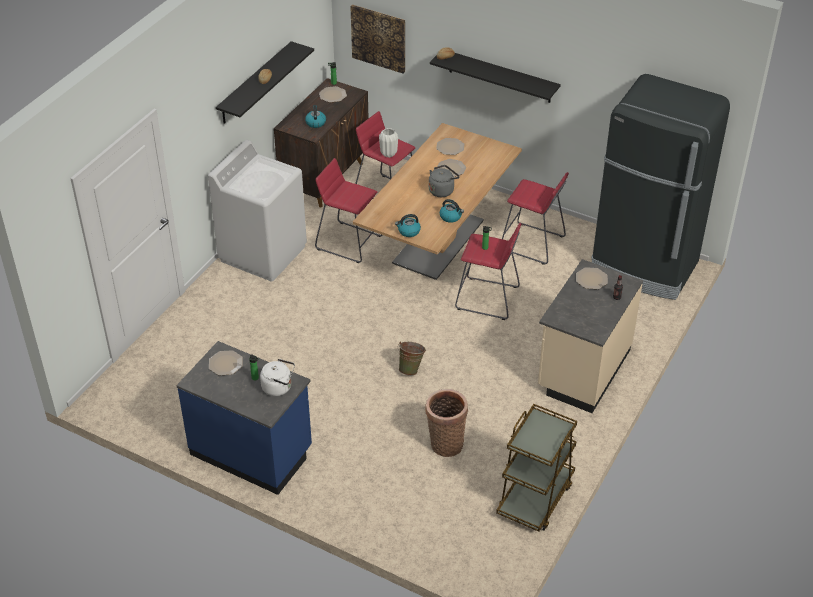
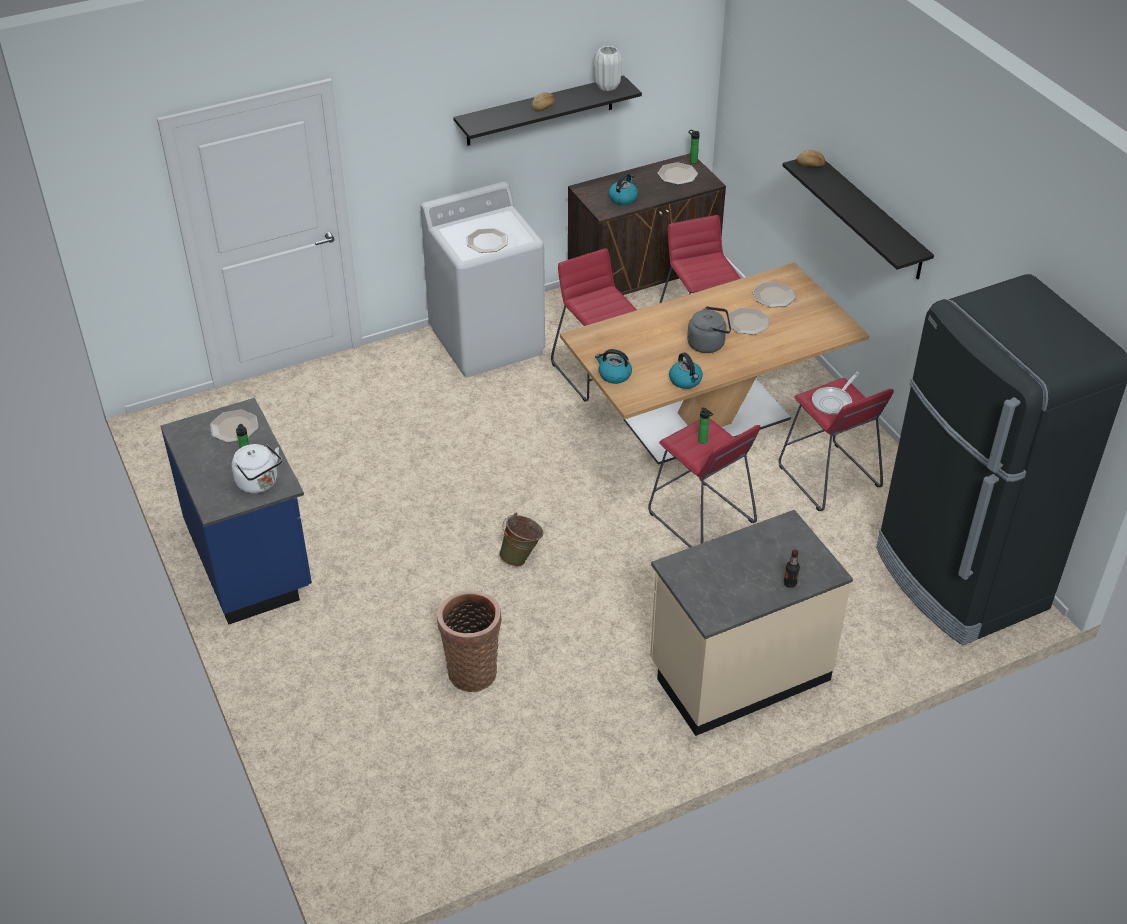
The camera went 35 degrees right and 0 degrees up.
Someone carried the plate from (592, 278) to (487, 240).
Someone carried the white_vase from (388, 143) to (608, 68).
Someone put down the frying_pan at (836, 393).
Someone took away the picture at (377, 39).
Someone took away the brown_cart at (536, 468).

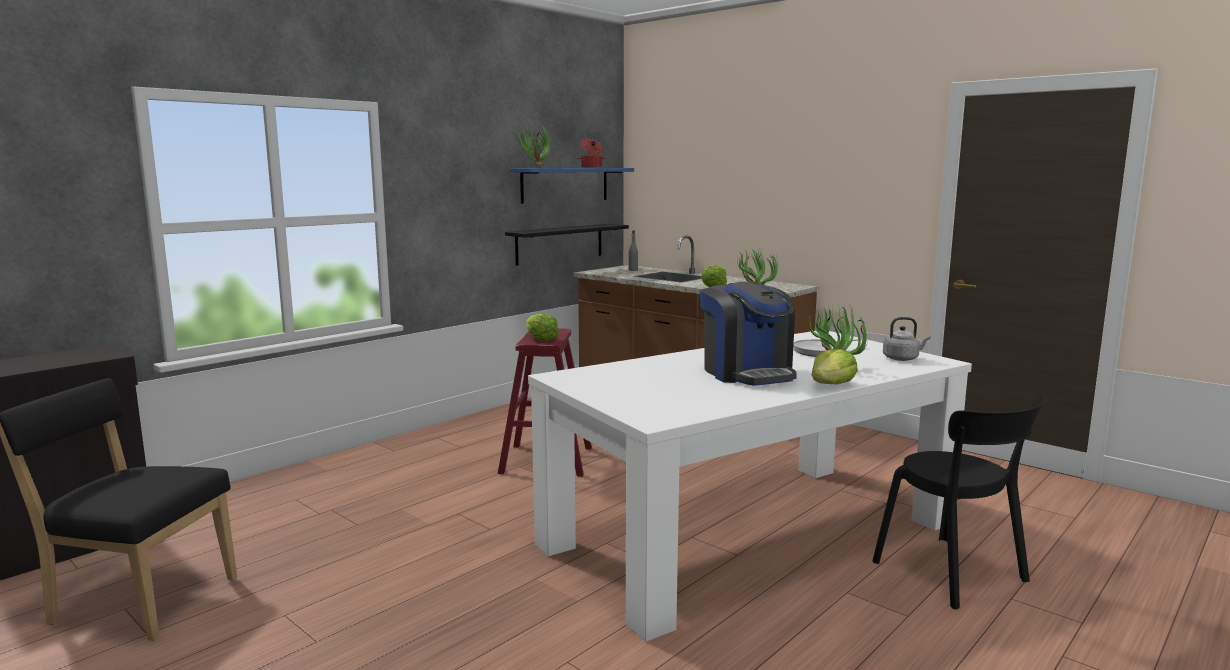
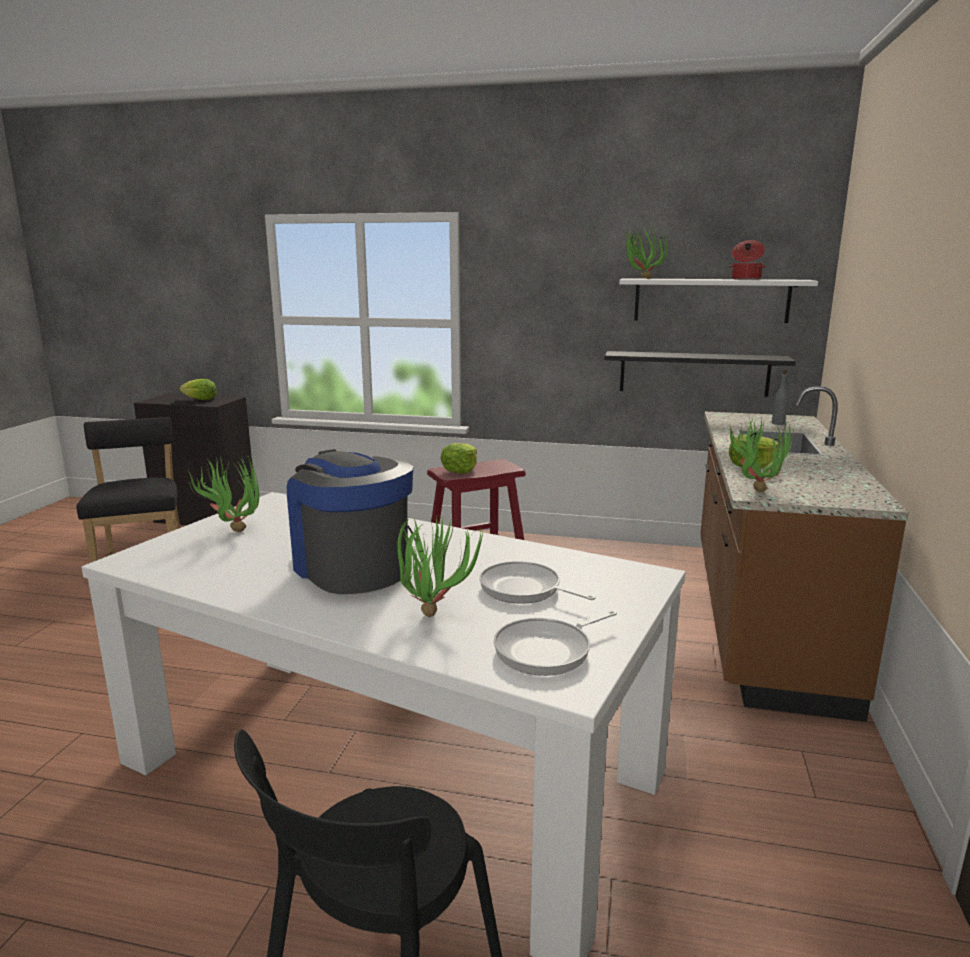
The camera went 60 degrees right and 5 degrees up.
Someone carried the lettuce from (835, 366) to (198, 389).
Someone put down the potted_plant at (223, 493).
Someone rotated the coffee_machine at (748, 334) by 105 degrees clockwise.
Someone swapped the grey_kettle at (907, 339) for the frying_pan at (555, 643).
Someone repainted the blue_shelf at (572, 186), which became the white_shelf at (718, 300).

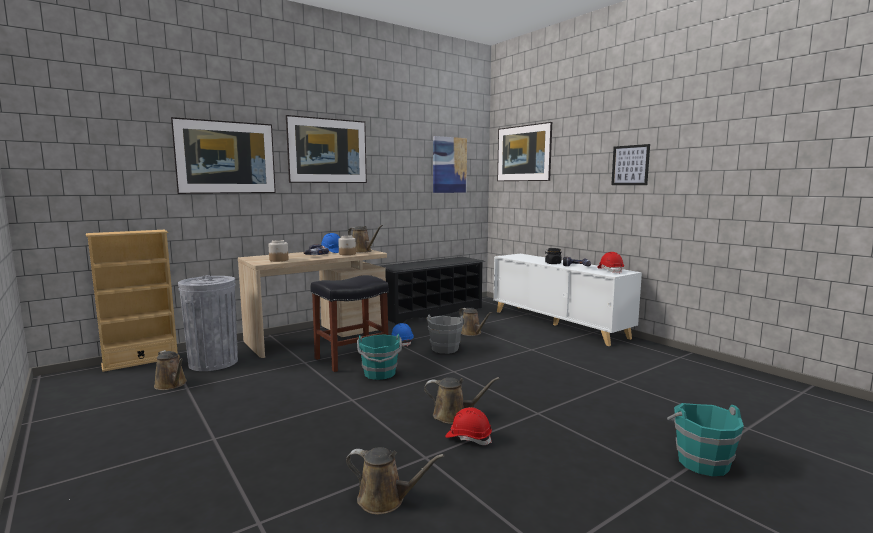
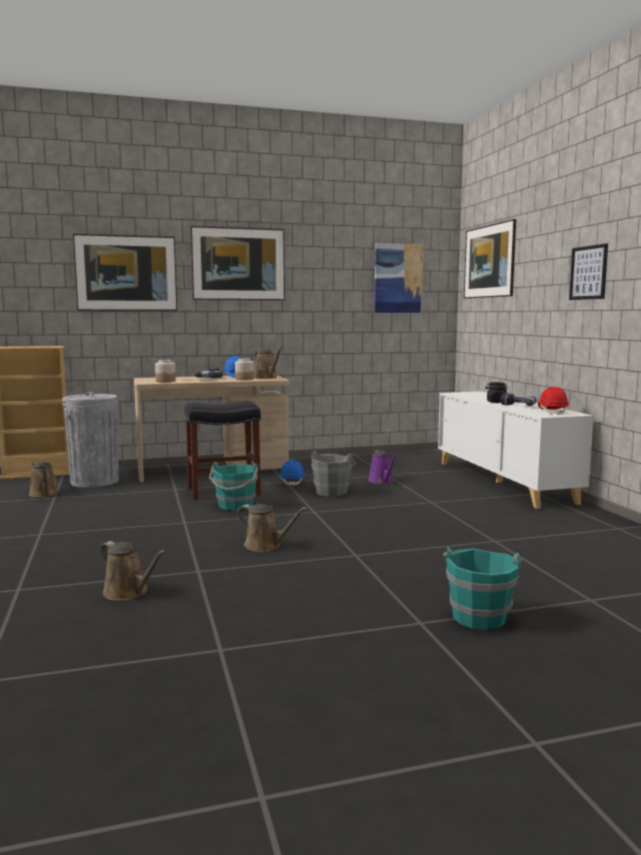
The camera went 20 degrees right and 0 degrees up.
Someone repainted the brown_watering_can at (475, 322), which became the purple_watering_can at (382, 467).
Someone took away the black_shoe_rack at (432, 291).
Someone took away the red_hard_hat at (468, 426).

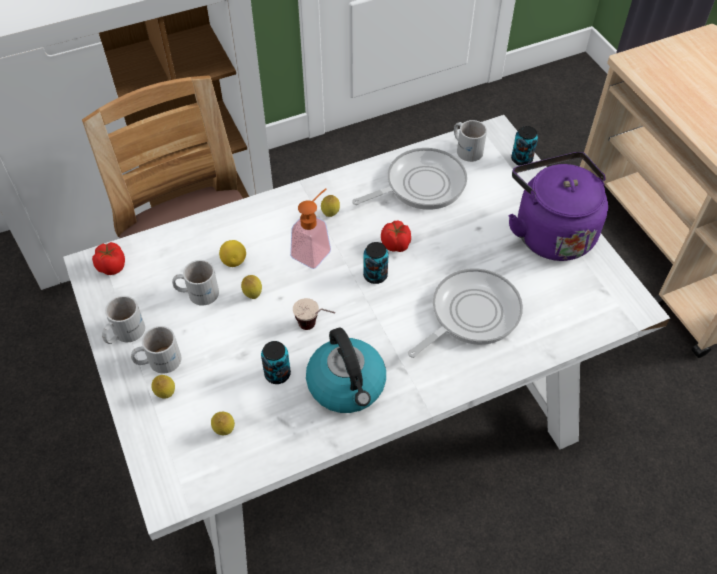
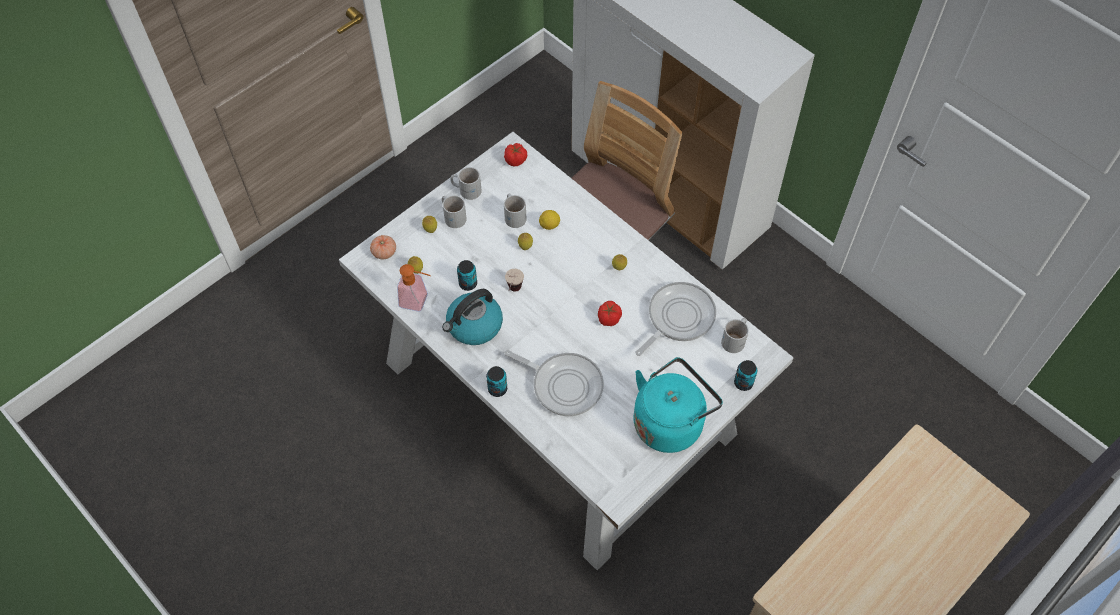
The camera went 70 degrees right and 5 degrees up.
Someone put down the tomato at (383, 247).
Someone carried the soap_dispenser from (310, 228) to (414, 288).
Someone carried the can from (376, 263) to (496, 381).
Someone repainted the purple_kettle at (558, 206), which became the turquoise_kettle at (678, 405).
Someone rotated the frying_pan at (409, 179) by 90 degrees counterclockwise.

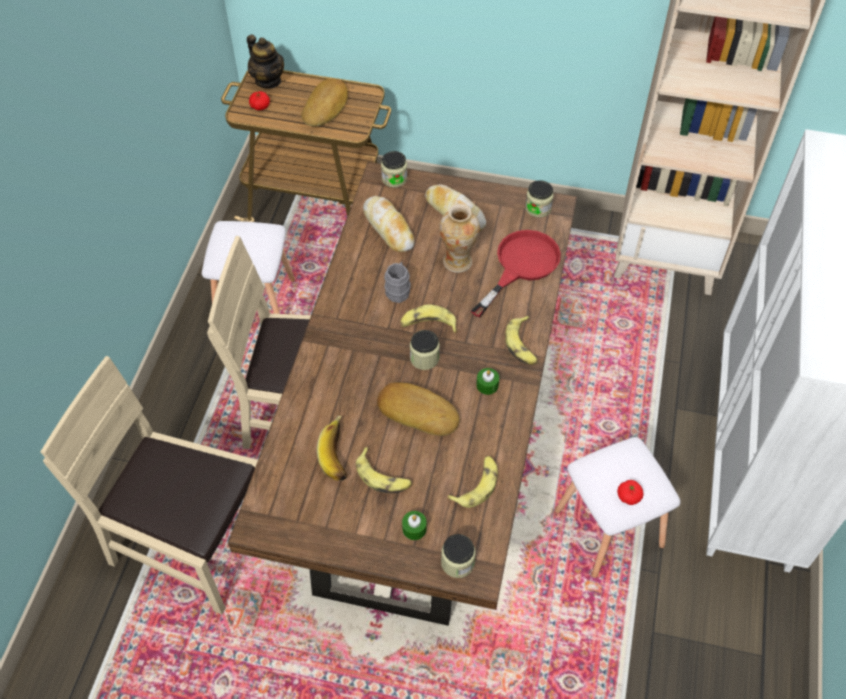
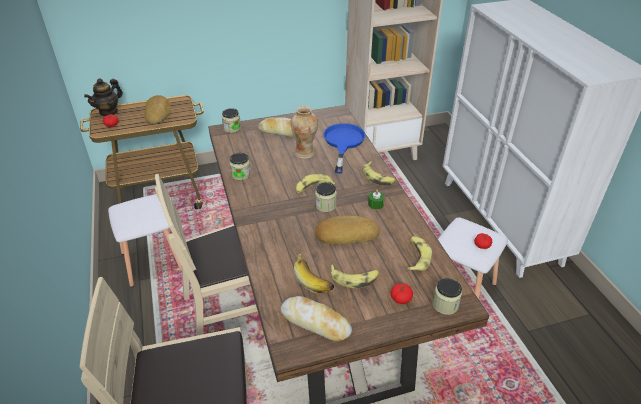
The camera went 30 degrees left and 15 degrees down.
Someone rotated the teapot at (265, 61) by 105 degrees clockwise.
Someone carried the jar from (539, 198) to (240, 166).
Someone carried the bread from (388, 224) to (316, 318).
Someone repainted the red_frying_pan at (516, 274), which became the blue_frying_pan at (344, 148).
Someone swapped the green_candle at (414, 525) for the tomato at (401, 293).
Someone took away the grey_mug at (397, 282).

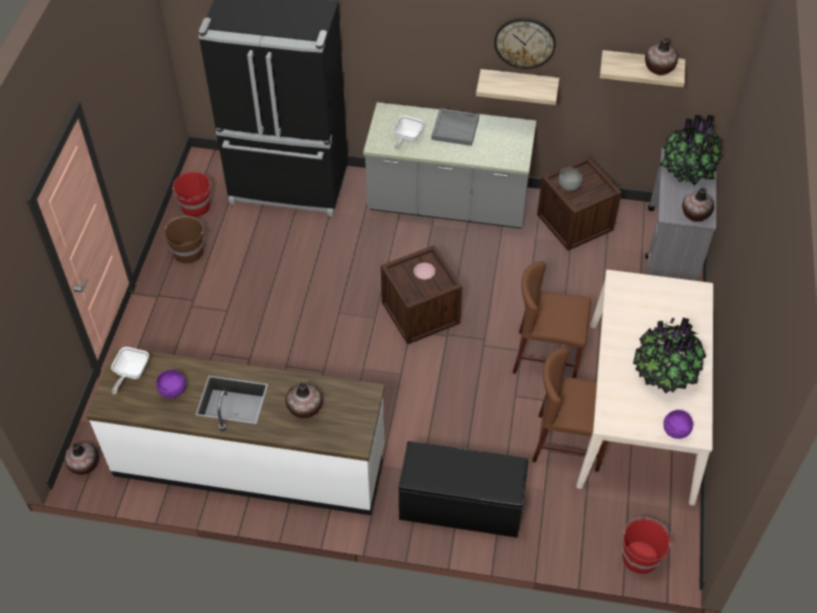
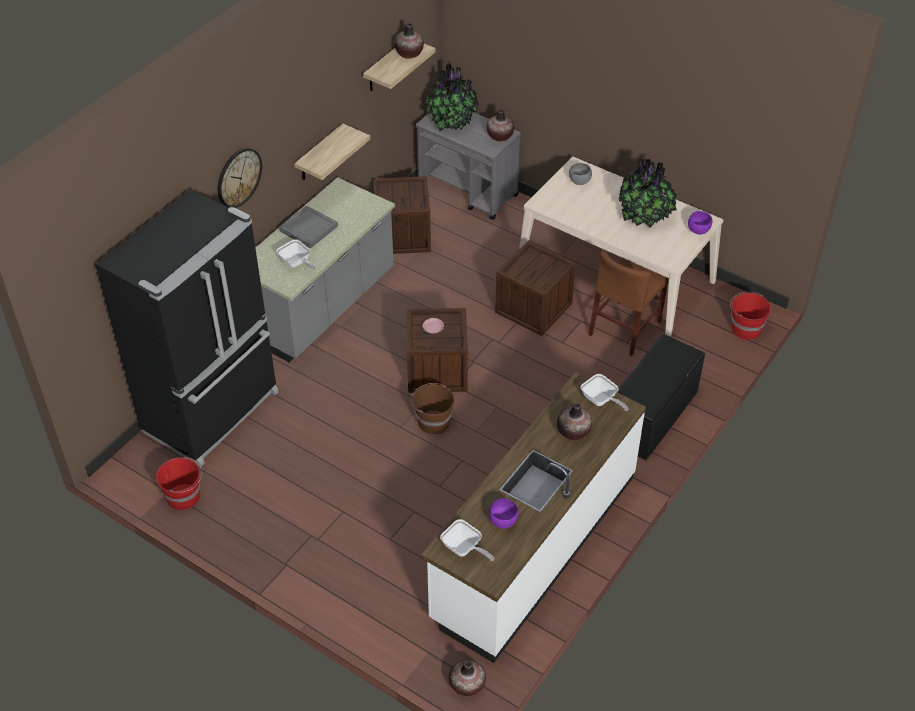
The camera went 65 degrees left and 5 degrees down.
Someone carried the wall_clock from (525, 43) to (239, 178).
Someone carried the brown_bucket from (184, 240) to (432, 408).
Someone swapped the brown_chair at (552, 319) for the crate at (535, 288).
Someone carried the grey_bowl from (570, 179) to (580, 174).
Someone put down the frying_pan at (605, 392).

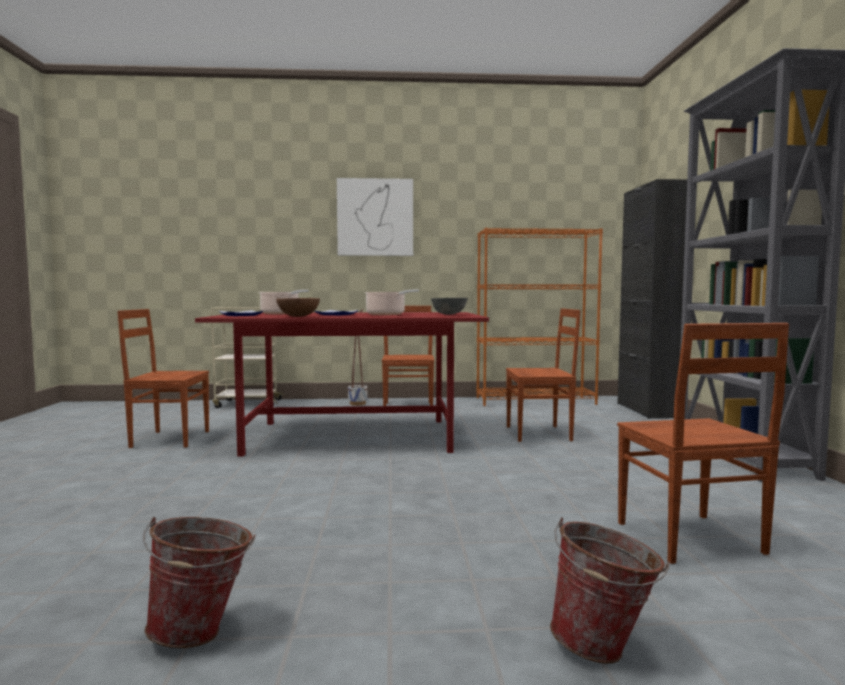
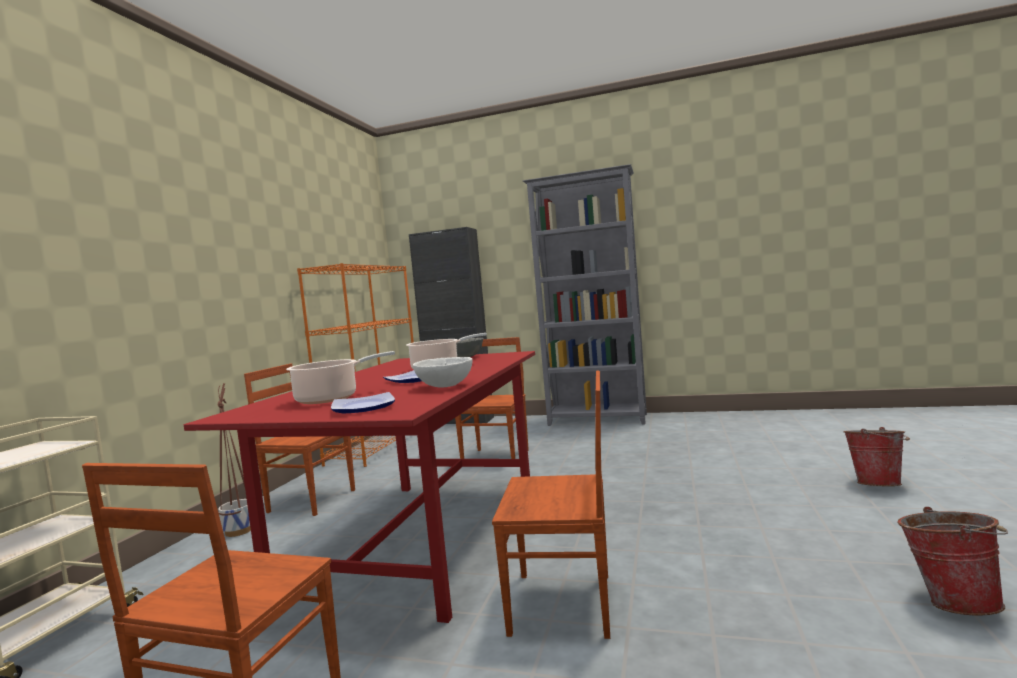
The camera went 70 degrees left and 0 degrees up.
Someone repainted the brown_bowl at (298, 307), which became the white_bowl at (443, 372).
Someone carried the brown_chair from (703, 443) to (551, 505).
Someone took away the picture at (375, 217).

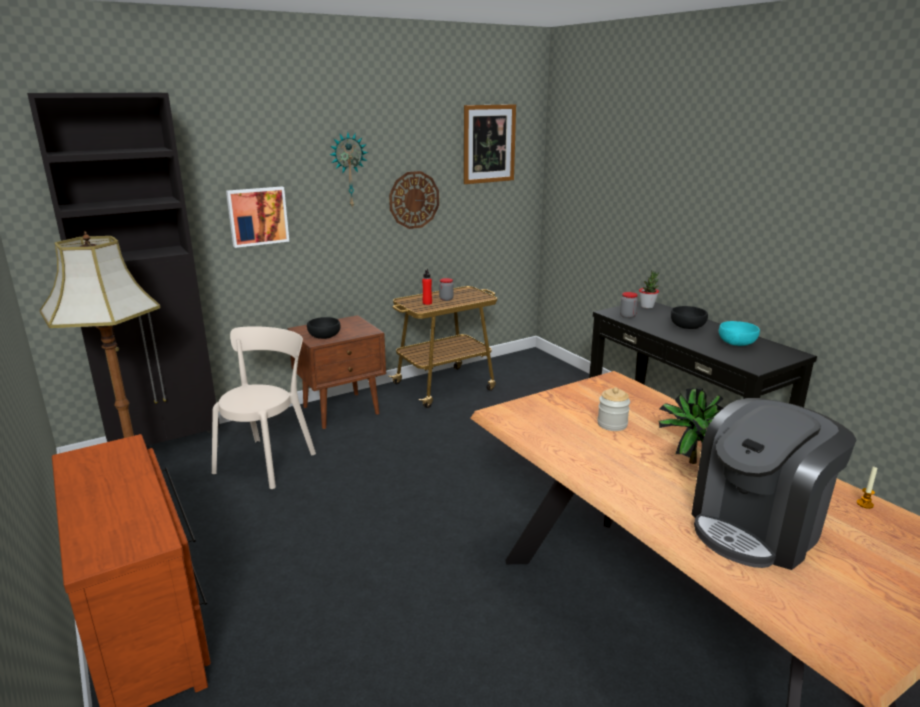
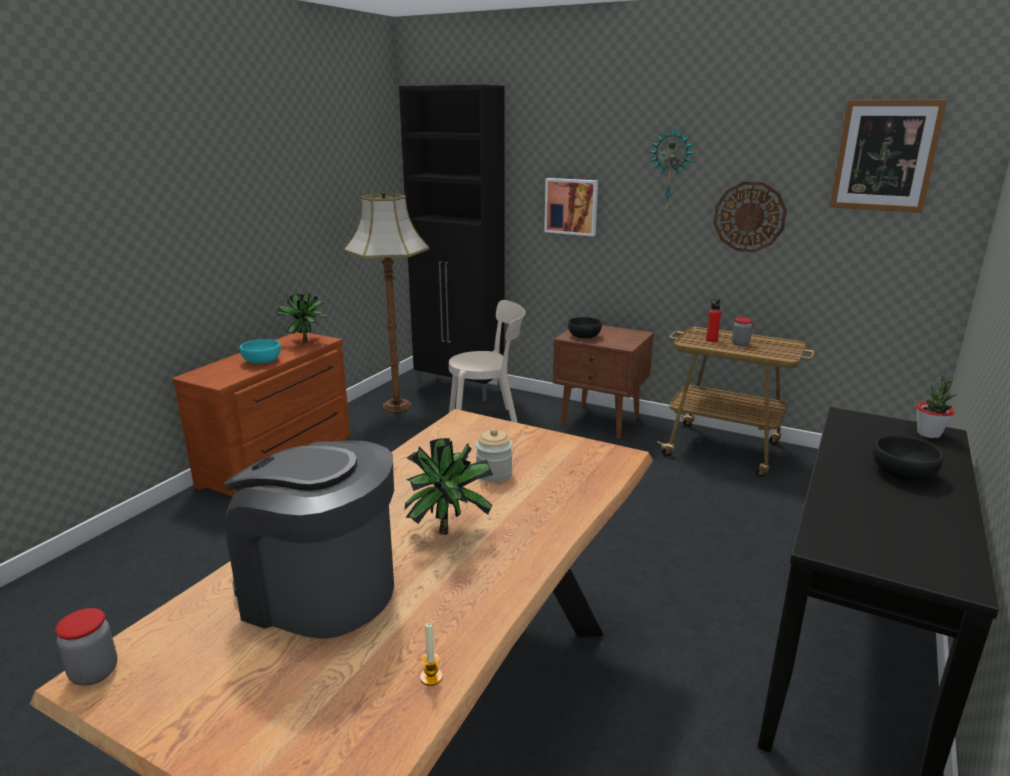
The camera went 60 degrees right and 0 degrees up.
Someone carried the jar from (629, 305) to (86, 647).
Someone carried the turquoise_bowl from (739, 333) to (260, 351).
Someone put down the potted_plant at (302, 318).

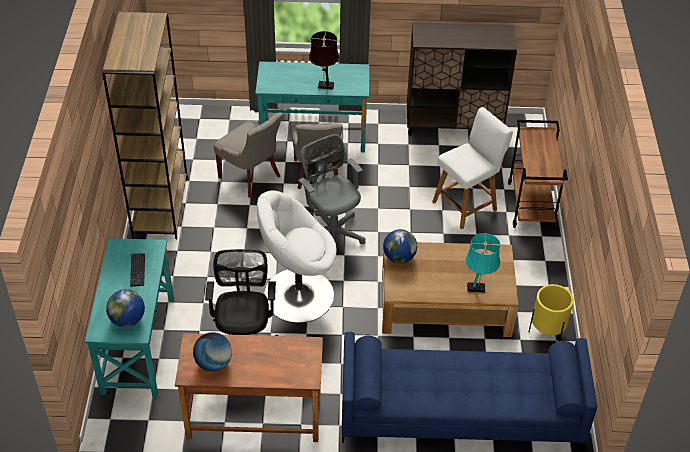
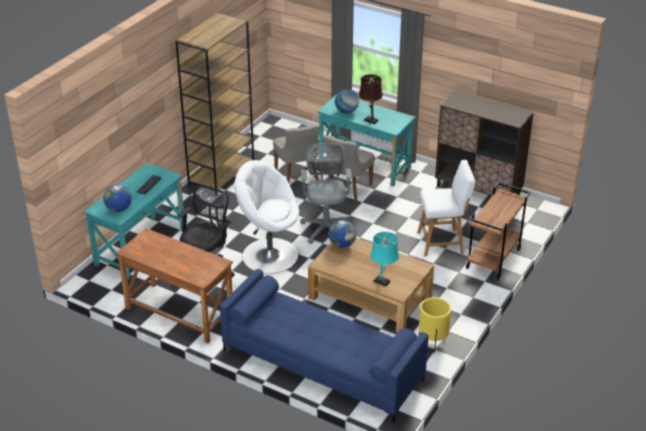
The camera went 30 degrees right and 10 degrees down.
Someone carried the globe from (212, 351) to (347, 101).

